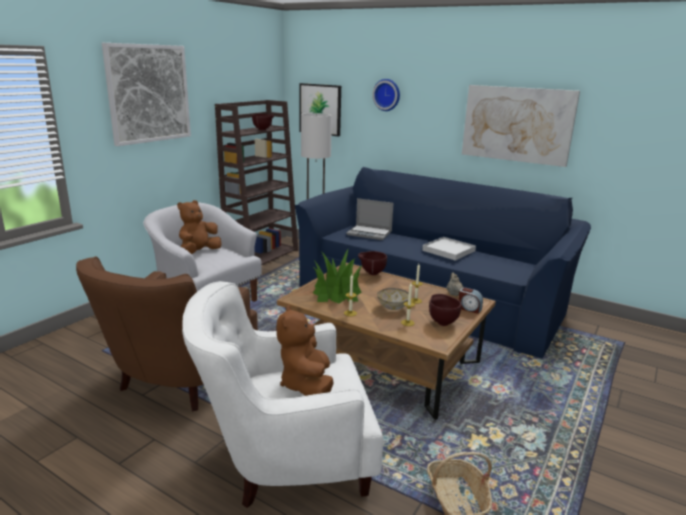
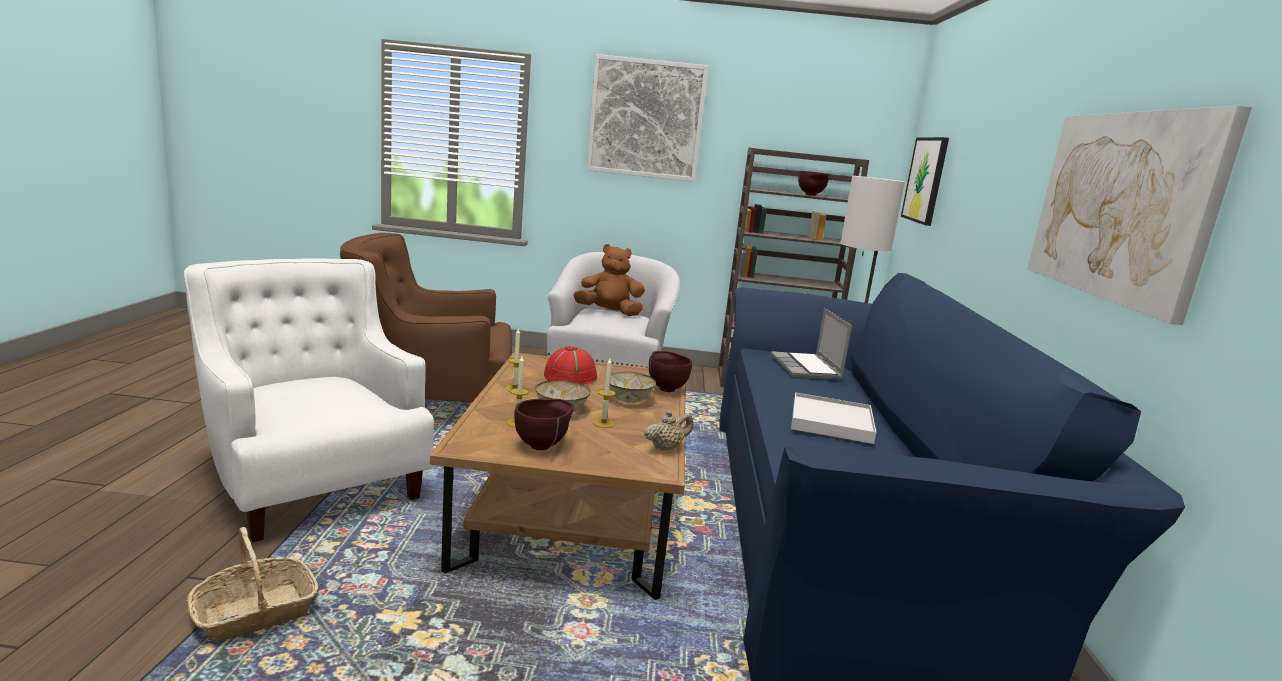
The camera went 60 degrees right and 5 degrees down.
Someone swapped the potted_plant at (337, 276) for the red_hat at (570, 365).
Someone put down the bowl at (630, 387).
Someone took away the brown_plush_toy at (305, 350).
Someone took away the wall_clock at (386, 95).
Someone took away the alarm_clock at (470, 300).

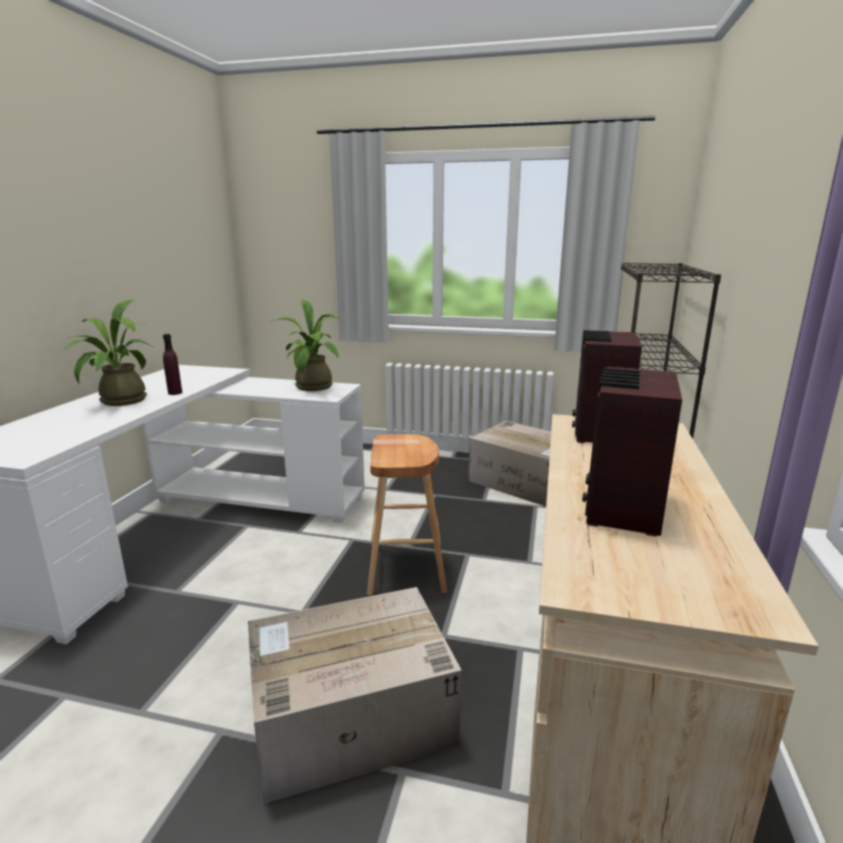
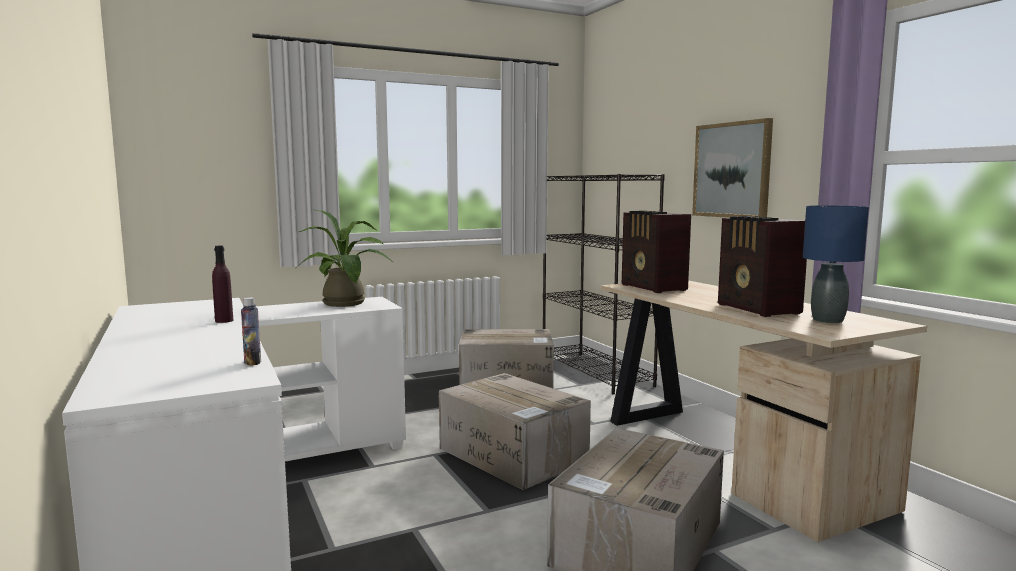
The camera went 40 degrees left and 10 degrees down.
Someone put down the bottle at (251, 331).
Someone swapped the brown_stool at (407, 515) for the cardboard_box at (515, 431).
Someone put up the picture at (732, 168).
Someone put down the blue_table_lamp at (836, 264).
Someone took away the potted_plant at (109, 353).

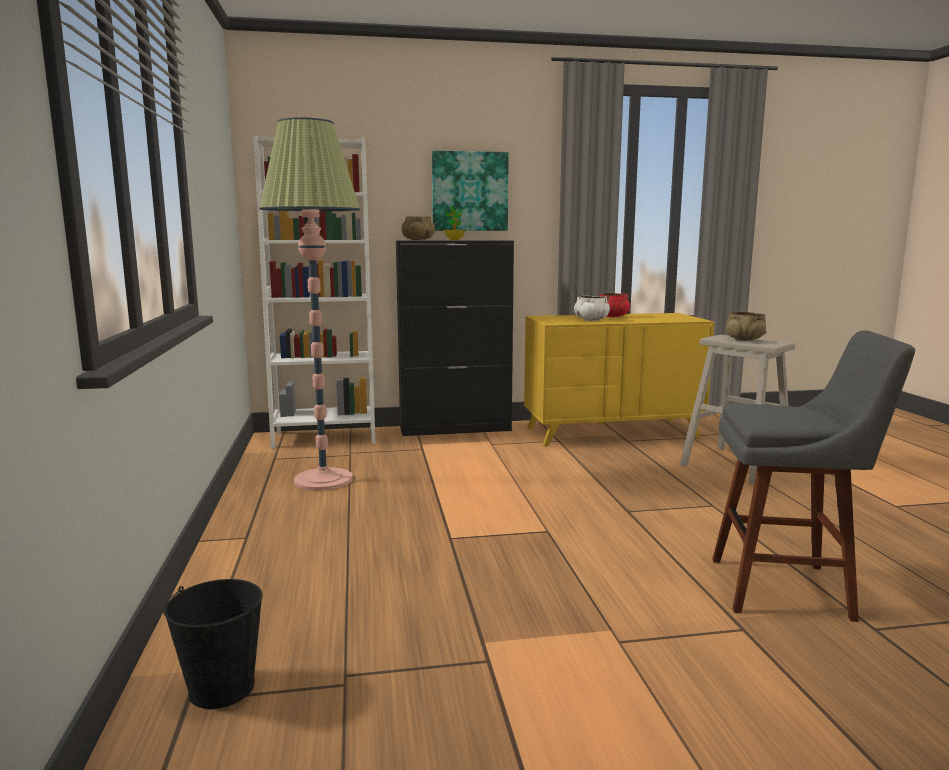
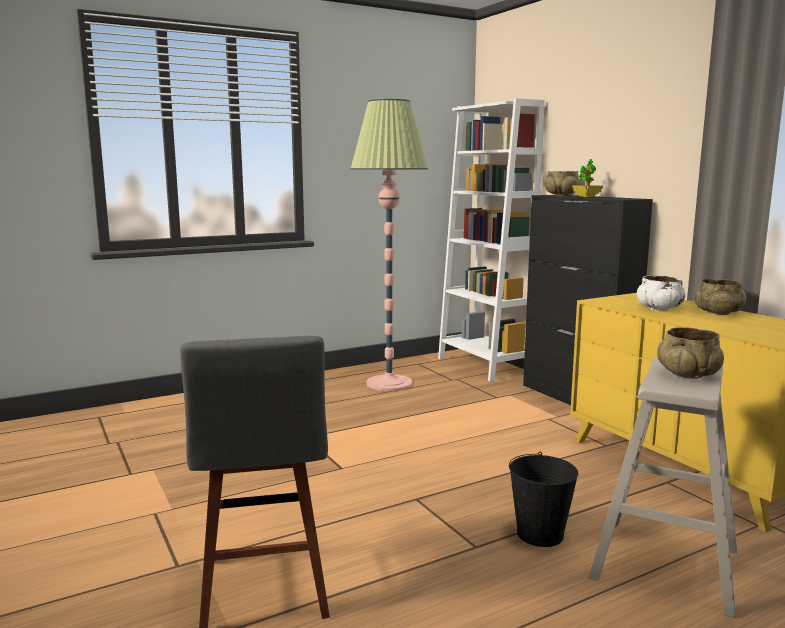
The camera went 70 degrees right and 0 degrees up.
Someone carried the black_bucket from (212, 644) to (543, 499).
Someone repainted the red_bowl at (614, 305), which became the beige_bowl at (720, 297).
Someone took away the picture at (470, 191).

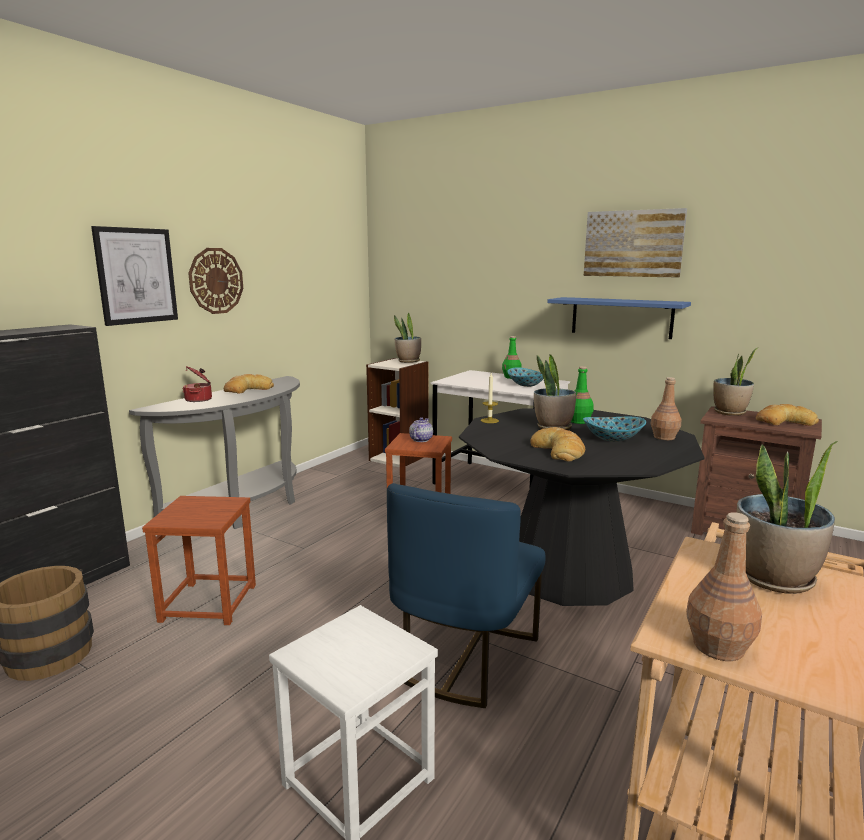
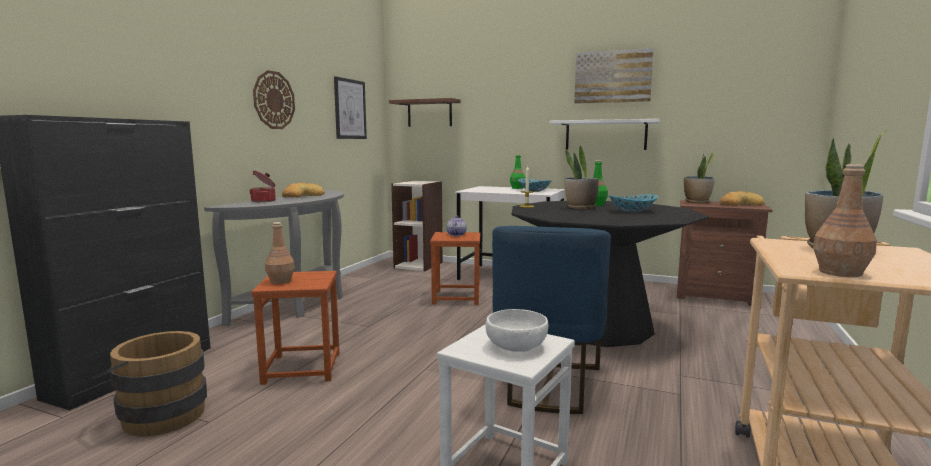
The camera went 10 degrees left and 5 degrees down.
Someone carried the brown_bottle from (666, 408) to (280, 253).
Someone carried the picture from (134, 276) to (350, 107).
Someone put up the brown_shelf at (425, 112).
Someone put down the white_bowl at (516, 330).
Someone repainted the blue_shelf at (619, 318), which became the white_shelf at (604, 134).
Someone took away the potted_plant at (407, 338).
Someone took away the bread at (557, 444).

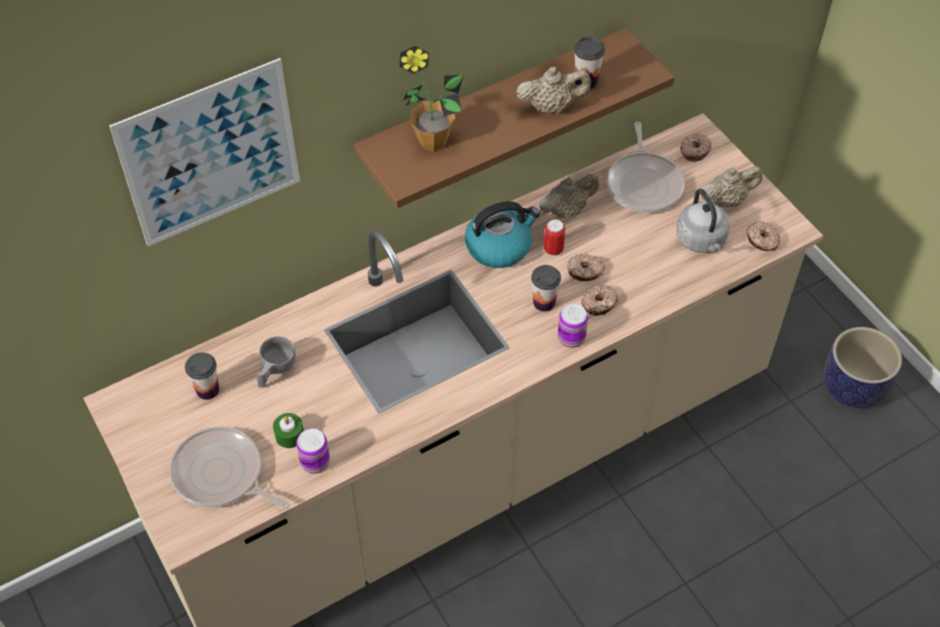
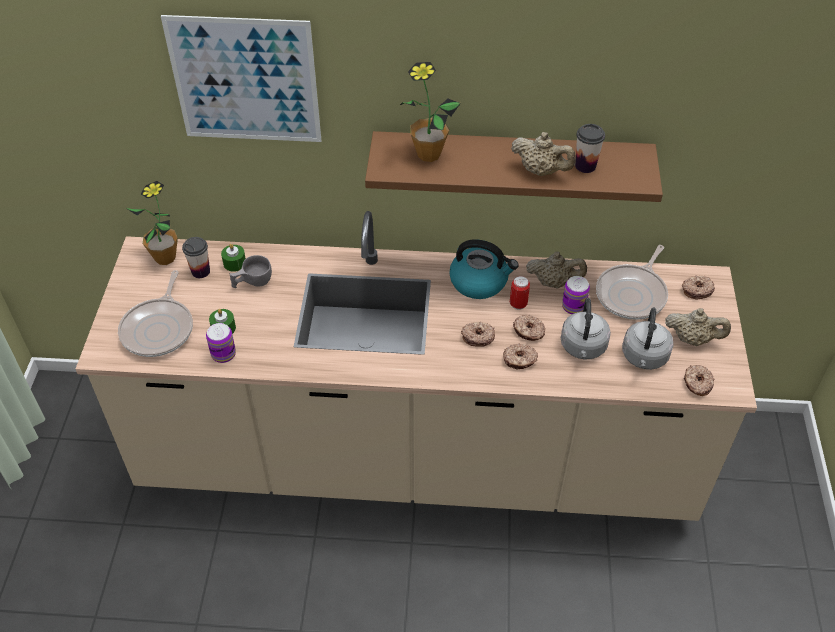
The camera went 35 degrees right and 5 degrees down.
Someone rotated the frying_pan at (230, 468) by 150 degrees counterclockwise.
Someone put down the potted_plant at (152, 223).
Someone put down the green_candle at (233, 258).
Someone swapped the cup at (546, 288) for the donut at (478, 334).
Someone put down the grey_kettle at (586, 328).
Someone carried the can from (573, 326) to (576, 295).
Someone took away the planter at (863, 368).

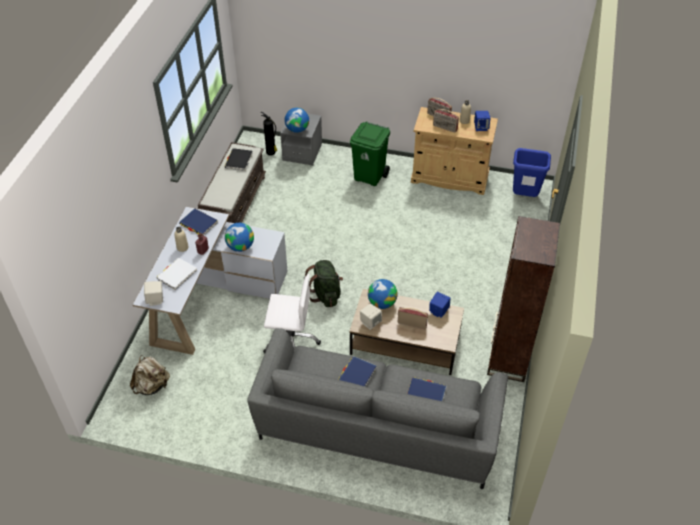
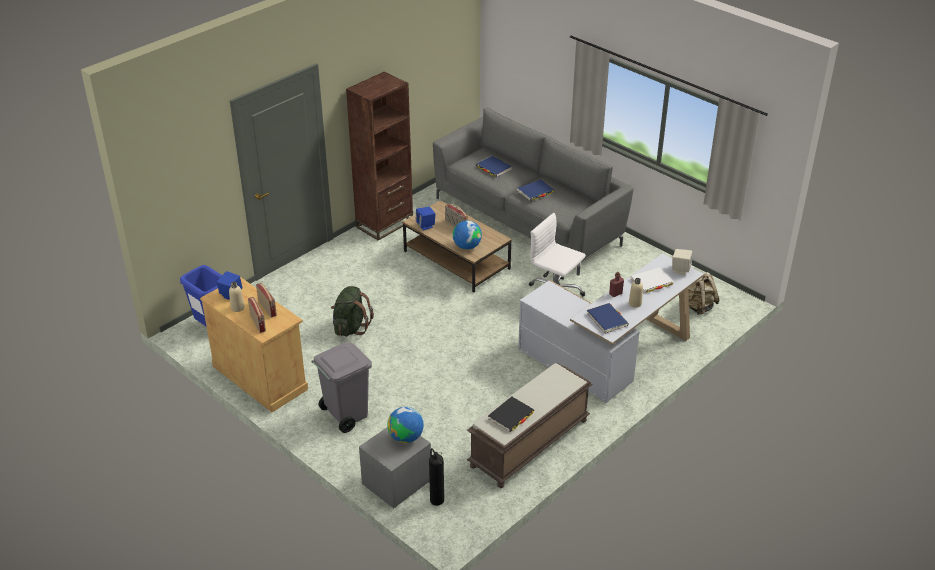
The camera went 150 degrees left and 10 degrees down.
Someone repainted the green_trash_can at (370, 153), which became the grey_trash_can at (342, 388).
Someone carried the green_backpack from (323, 283) to (352, 311).
Someone took away the globe at (239, 237).
Someone took away the beige_speaker at (371, 316).

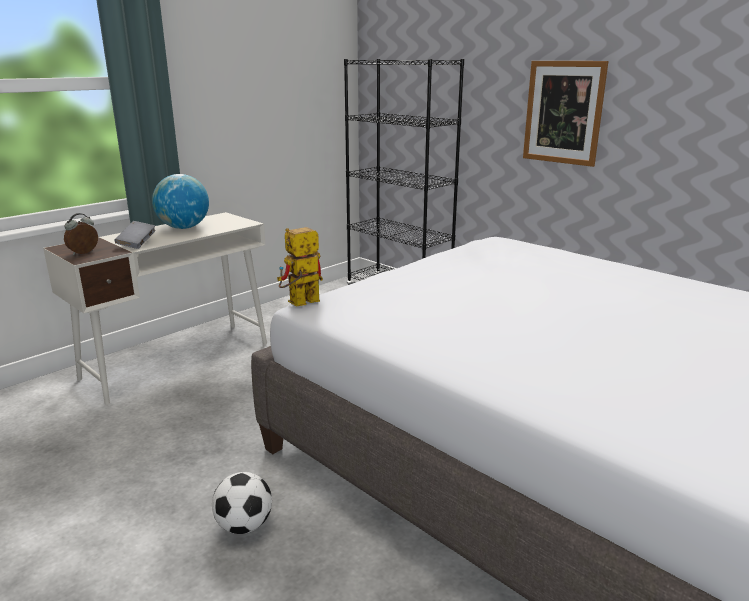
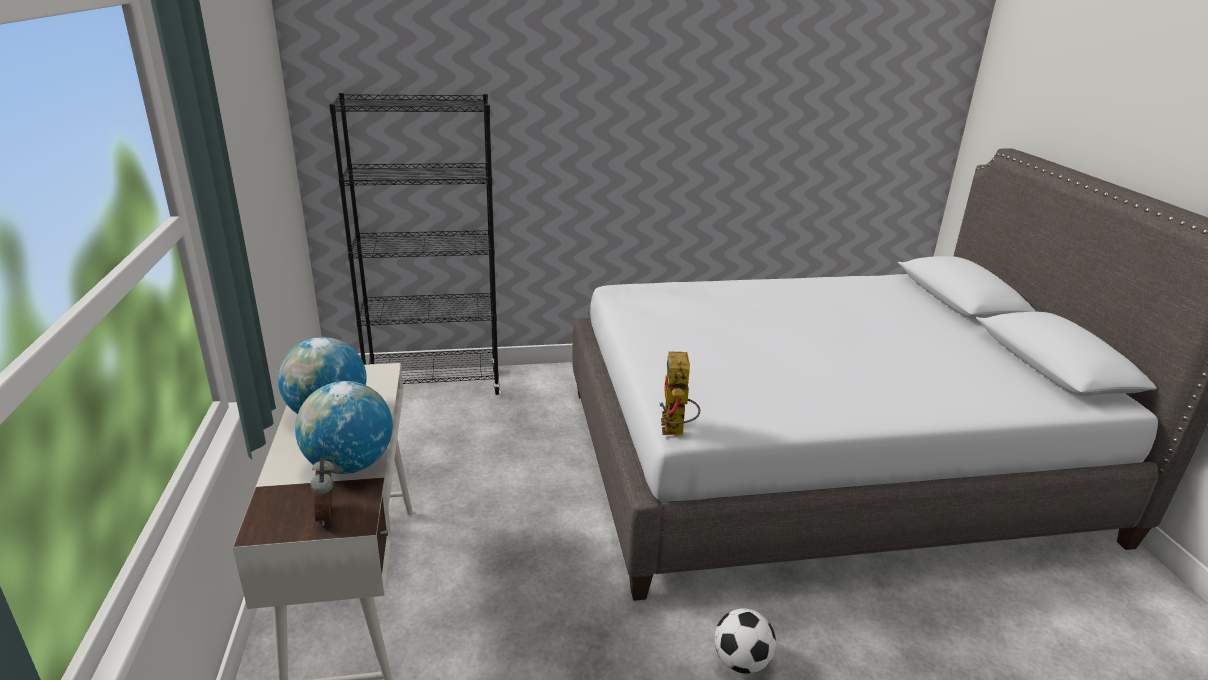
The camera went 55 degrees left and 5 degrees up.
Someone swapped the grey_book at (135, 235) for the globe at (344, 427).
Someone took away the picture at (566, 114).

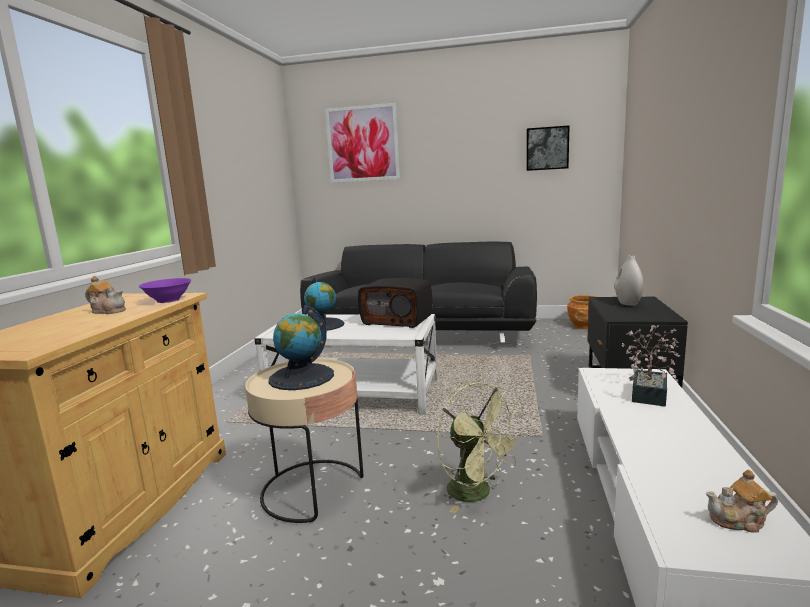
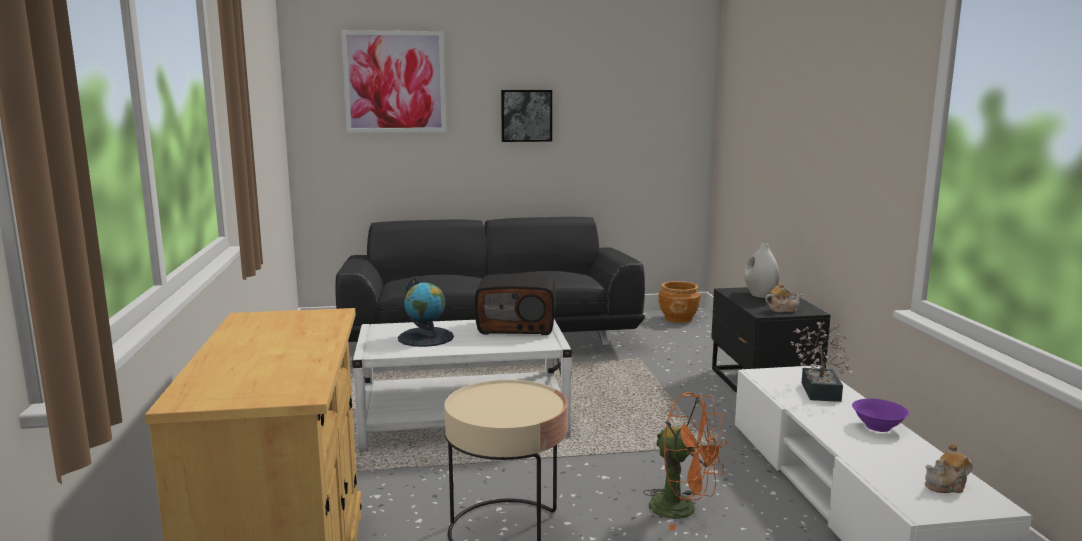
The camera went 20 degrees left and 0 degrees up.
Someone carried the picture from (548, 148) to (526, 116).
Someone repainted the green_fan at (480, 447), which became the orange_fan at (685, 461).
Someone carried the teapot from (105, 295) to (783, 297).
Someone carried the purple_bowl from (165, 290) to (880, 415).
Someone took away the globe at (301, 347).

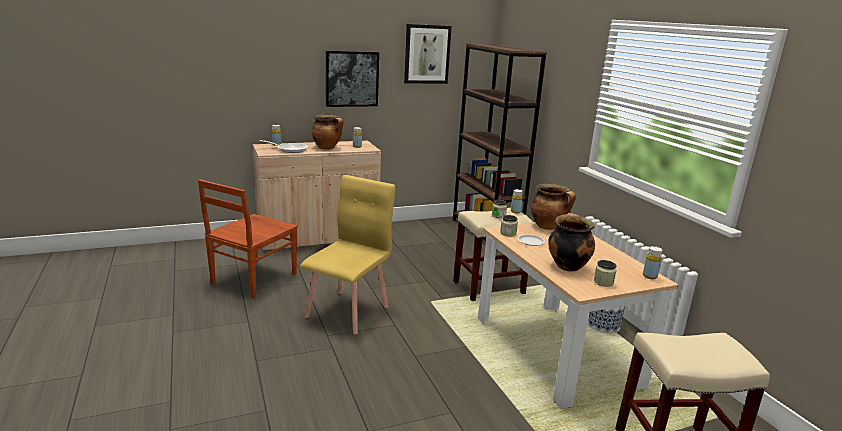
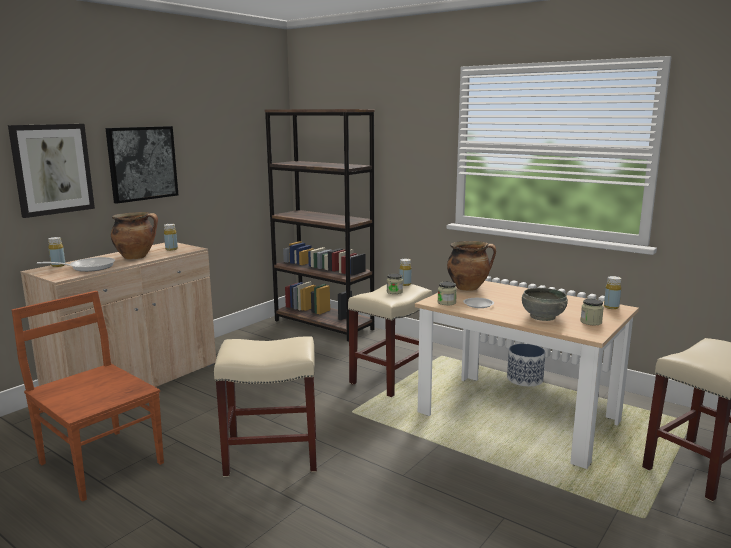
The camera went 30 degrees left and 5 degrees down.
Someone carried the picture from (428, 54) to (51, 171).
Someone rotated the brown_chair at (248, 239) by 135 degrees clockwise.
Someone swapped the yellow_chair at (347, 254) for the beige_stool at (265, 406).
Someone swapped the cooking_pot at (571, 242) for the grey_bowl at (545, 304).

